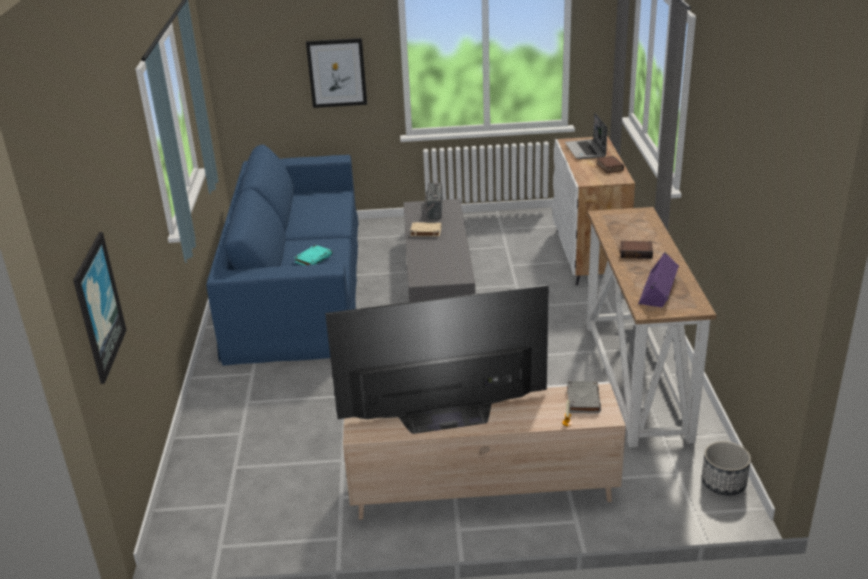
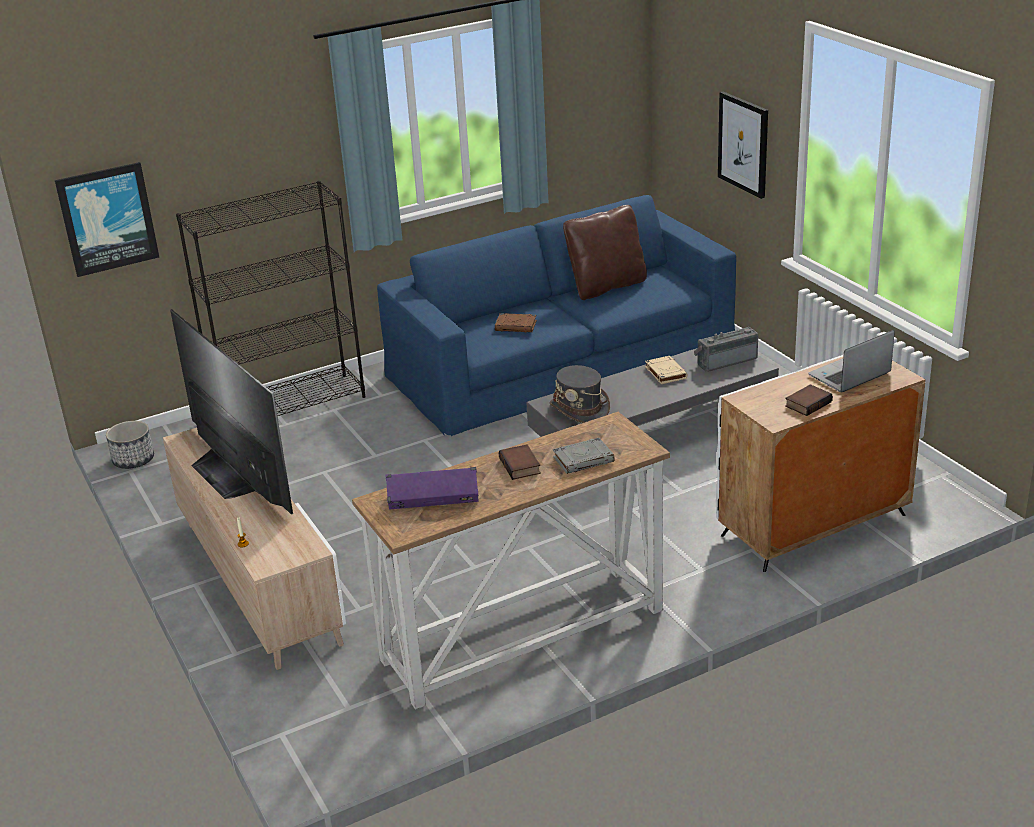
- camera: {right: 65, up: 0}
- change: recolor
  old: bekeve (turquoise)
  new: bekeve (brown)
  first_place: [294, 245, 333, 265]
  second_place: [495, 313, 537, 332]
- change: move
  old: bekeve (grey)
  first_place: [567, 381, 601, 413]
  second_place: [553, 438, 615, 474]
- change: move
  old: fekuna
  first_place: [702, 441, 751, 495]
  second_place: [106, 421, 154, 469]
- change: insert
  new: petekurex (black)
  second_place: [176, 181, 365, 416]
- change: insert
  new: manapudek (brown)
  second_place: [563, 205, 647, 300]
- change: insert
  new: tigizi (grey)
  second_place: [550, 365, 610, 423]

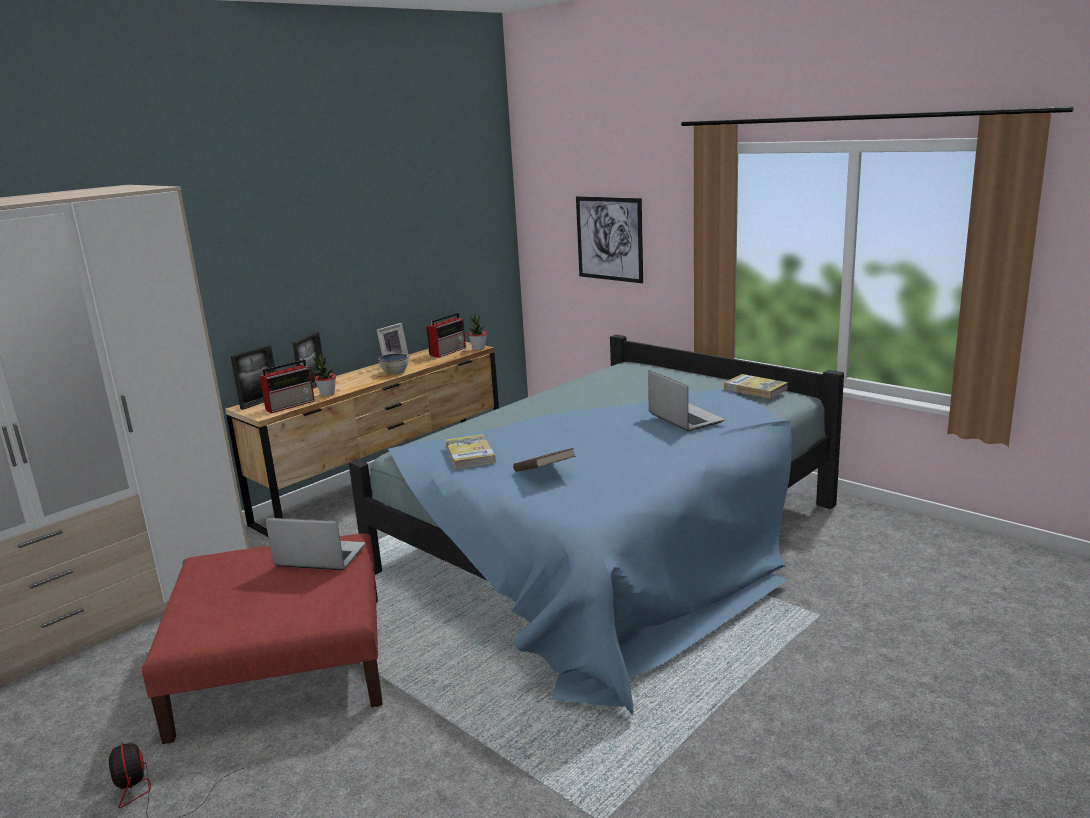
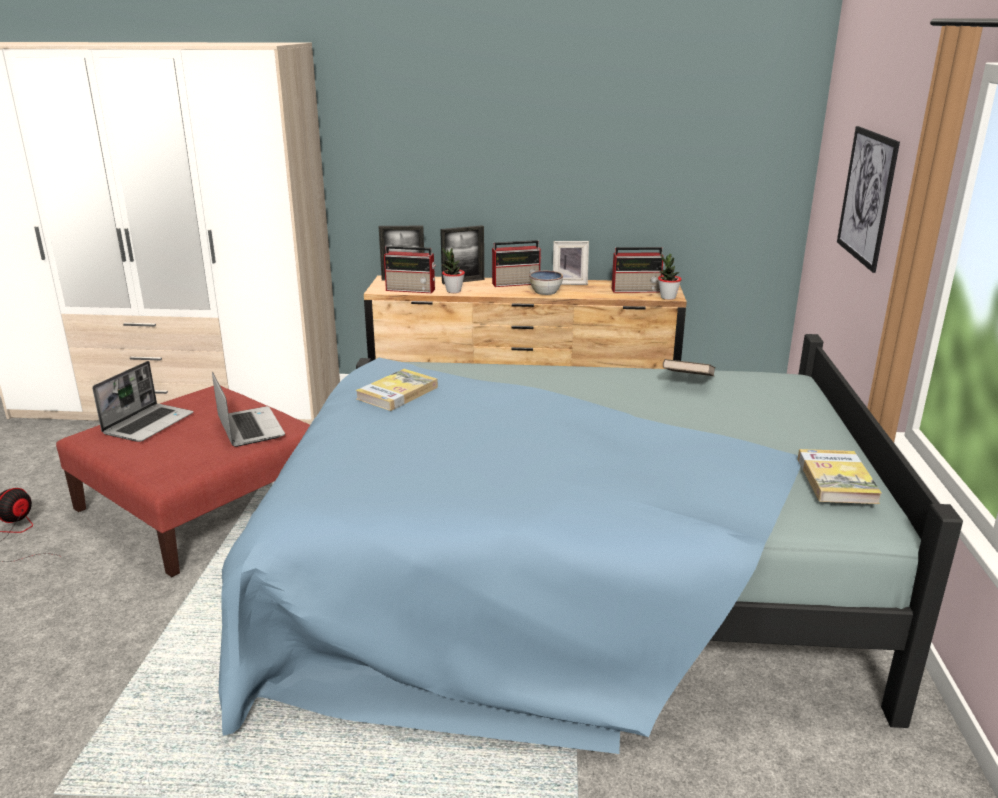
- camera: {right: 50, up: 5}
- change: move
  old: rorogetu
  first_place: [648, 370, 725, 431]
  second_place: [92, 361, 194, 442]
- change: move
  old: bekeve (brown)
  first_place: [513, 448, 576, 472]
  second_place: [663, 359, 715, 376]
- change: insert
  new: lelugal
  second_place: [492, 240, 541, 287]

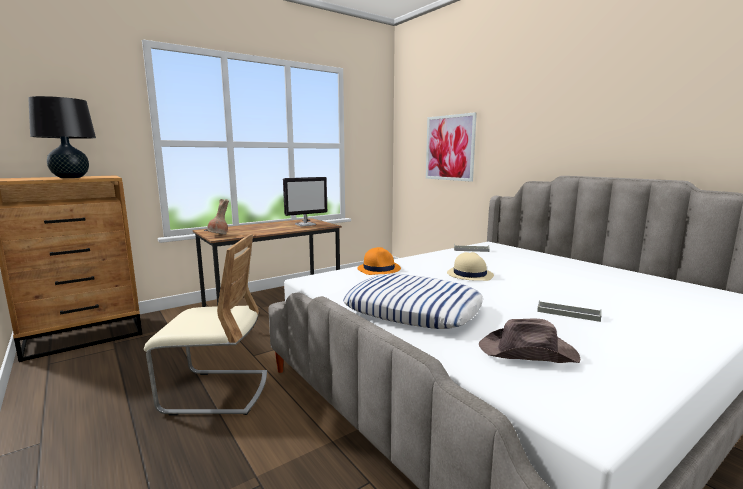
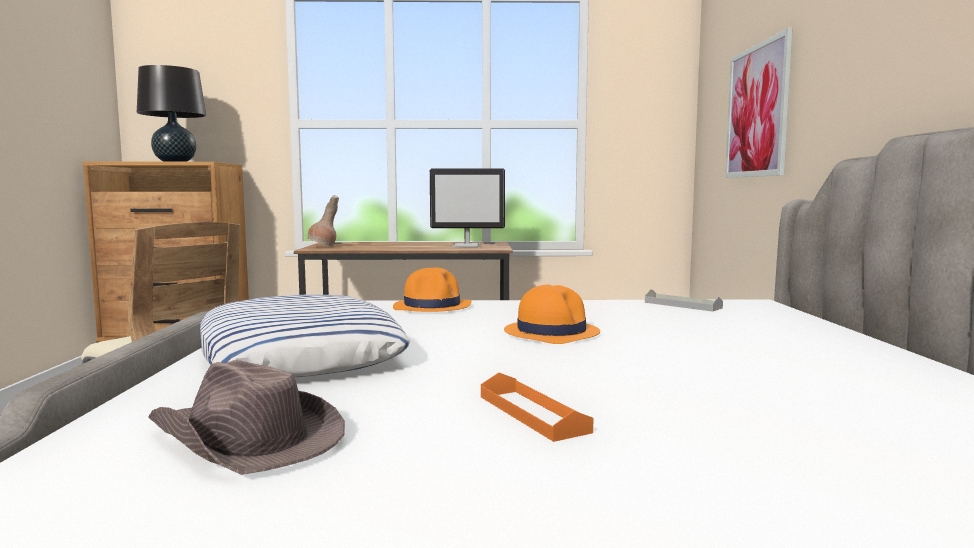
- camera: {right: 35, up: -5}
- change: recolor
  old: tigizi (beige)
  new: tigizi (orange)
  first_place: [447, 252, 494, 281]
  second_place: [504, 284, 600, 344]
- change: recolor
  old: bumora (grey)
  new: bumora (orange)
  first_place: [537, 300, 602, 322]
  second_place: [481, 372, 593, 442]

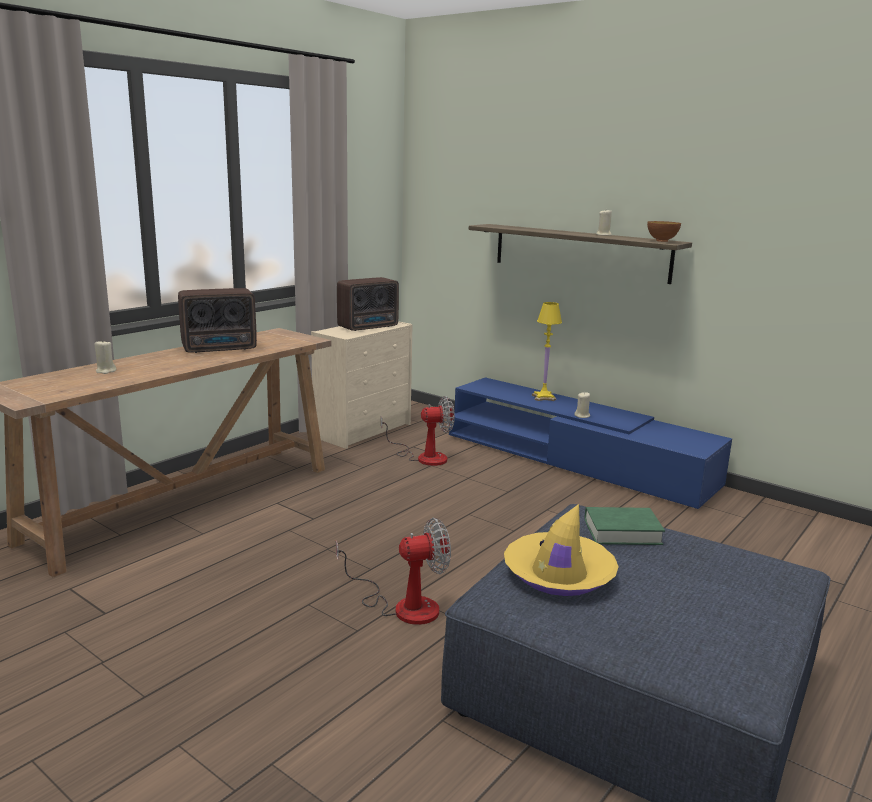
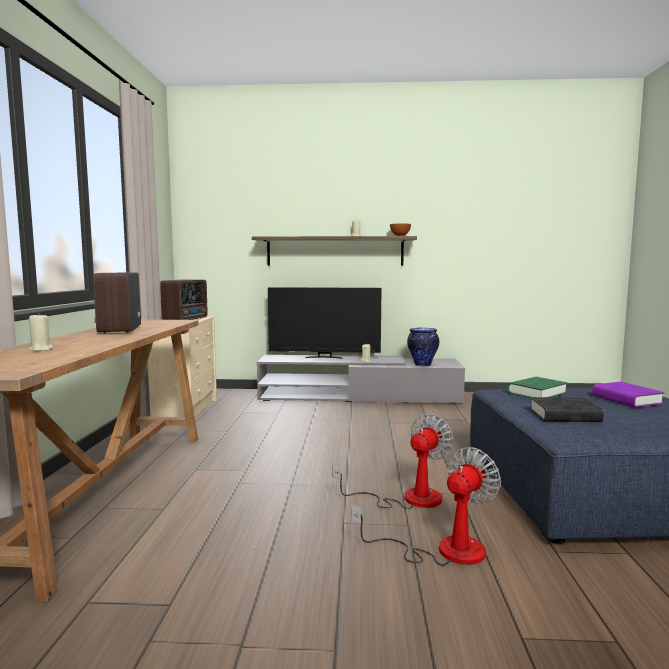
- camera: {right: -35, up: -10}
- change: rotate
  old: lelugal
  first_place: [178, 288, 257, 353]
  second_place: [93, 273, 141, 333]
  degrees: 135
- change: replace
  old: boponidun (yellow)
  new: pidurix
  first_place: [532, 302, 562, 401]
  second_place: [268, 287, 382, 359]
- change: recolor
  old: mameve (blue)
  new: mameve (grey)
  first_place: [449, 377, 732, 509]
  second_place: [257, 355, 465, 404]
- change: move
  old: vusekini
  first_place: [381, 396, 455, 466]
  second_place: [351, 447, 501, 566]
- change: replace
  old: tigizi (yellow)
  new: bekeve (black)
  first_place: [504, 504, 619, 596]
  second_place: [530, 397, 604, 422]
- change: insert
  new: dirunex
  second_place: [407, 328, 439, 366]
- change: insert
  new: bekeve (purple)
  second_place: [592, 382, 665, 408]

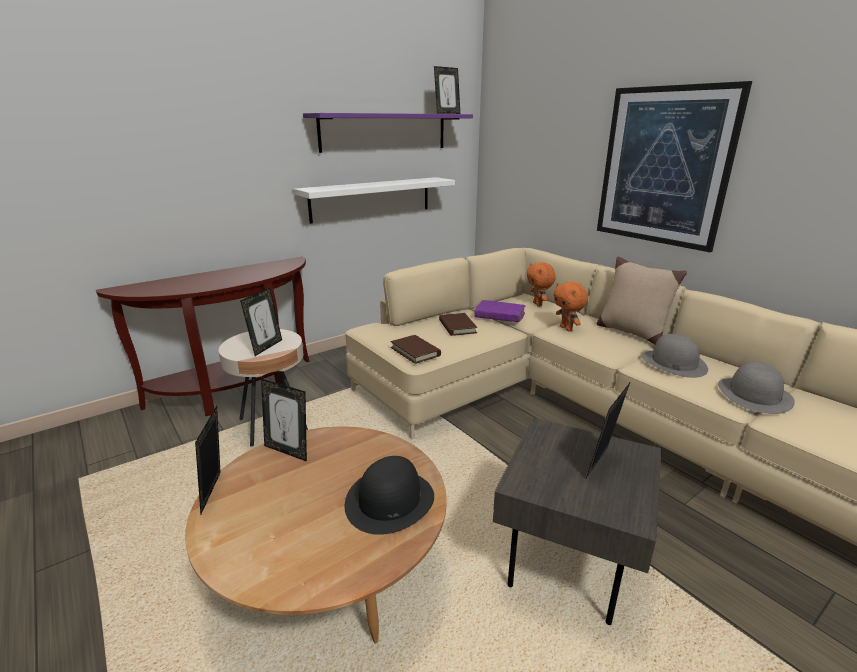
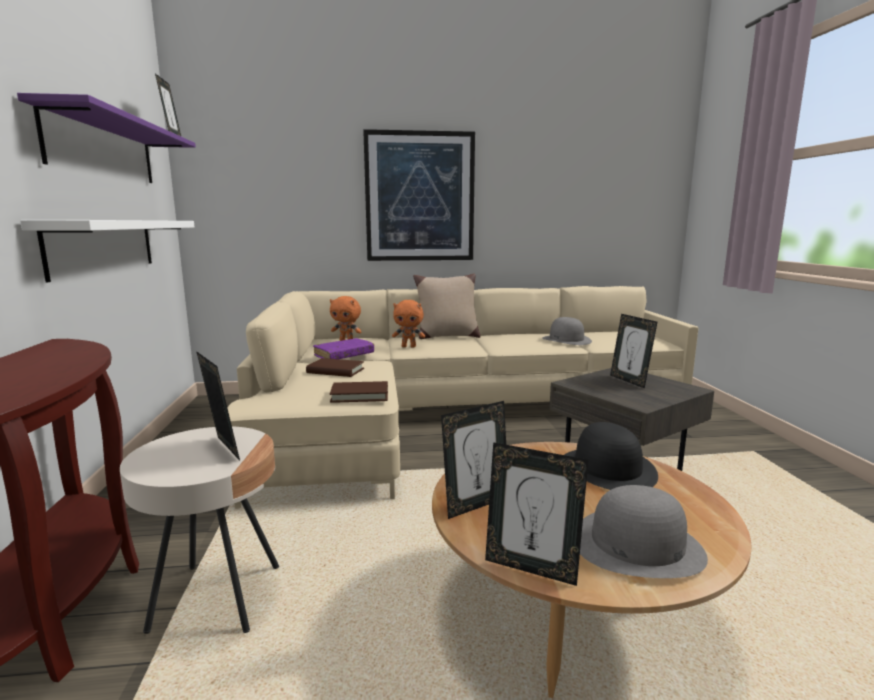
- camera: {right: -60, up: -10}
- change: move
  old: tigizi (grey)
  first_place: [642, 334, 708, 378]
  second_place: [580, 485, 708, 578]

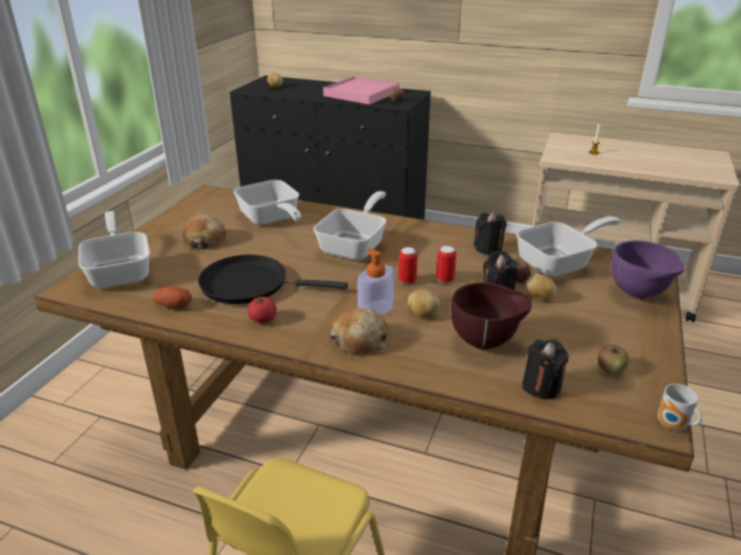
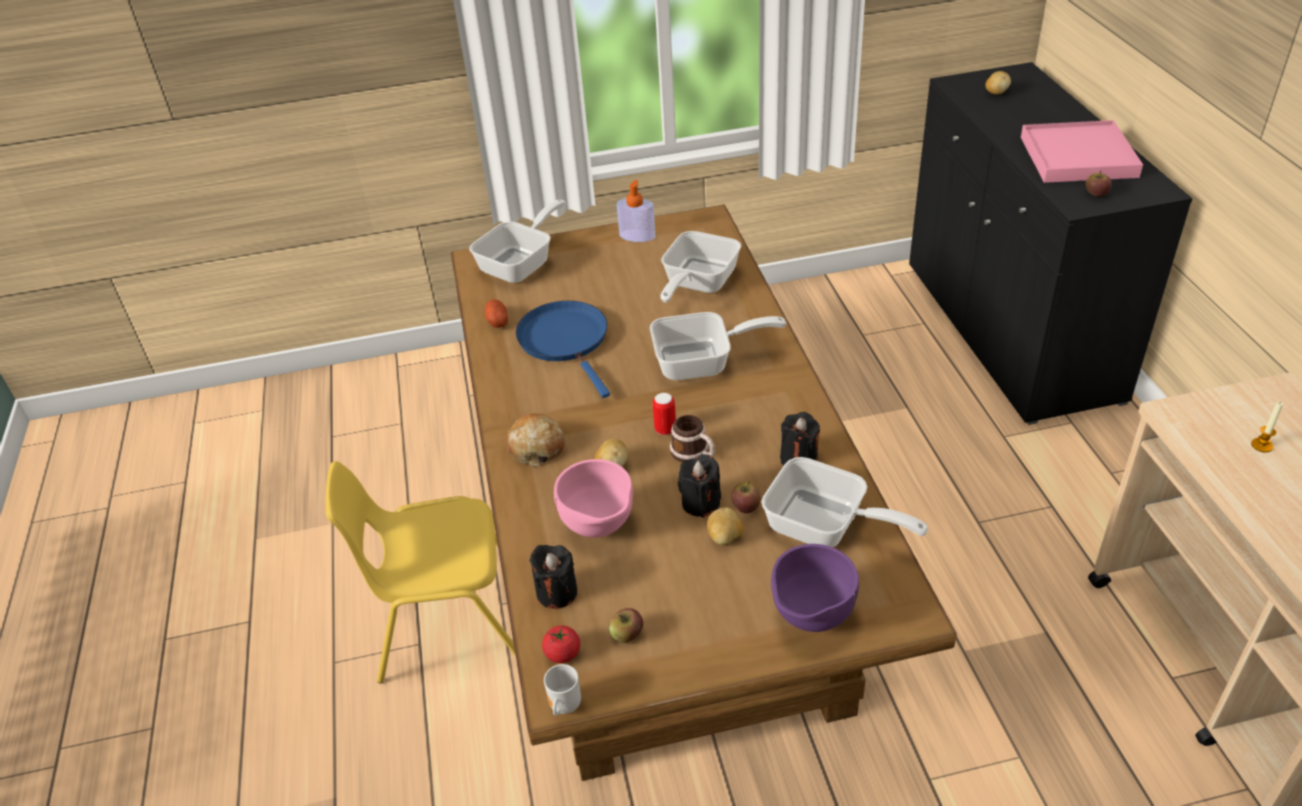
- camera: {right: 60, up: 10}
- change: delete
  old: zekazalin
  first_place: [183, 215, 226, 249]
- change: replace
  old: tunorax
  new: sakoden
  first_place: [436, 246, 456, 283]
  second_place: [670, 415, 715, 462]
- change: move
  old: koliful
  first_place: [357, 248, 394, 315]
  second_place: [617, 180, 656, 242]
- change: recolor
  old: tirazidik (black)
  new: tirazidik (blue)
  first_place: [198, 255, 348, 304]
  second_place: [516, 301, 610, 398]
- change: recolor
  old: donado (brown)
  new: donado (pink)
  first_place: [451, 282, 532, 350]
  second_place: [554, 459, 633, 538]
- change: move
  old: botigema
  first_place: [248, 297, 277, 323]
  second_place: [542, 626, 580, 663]

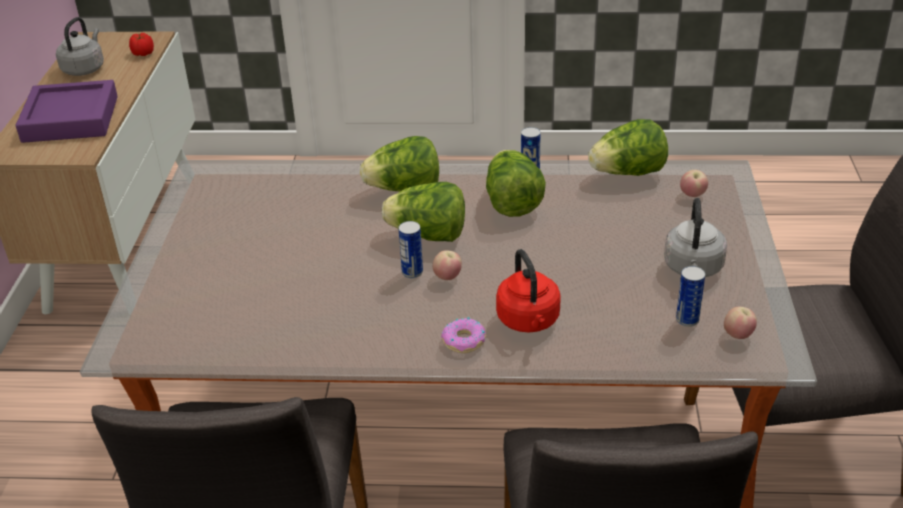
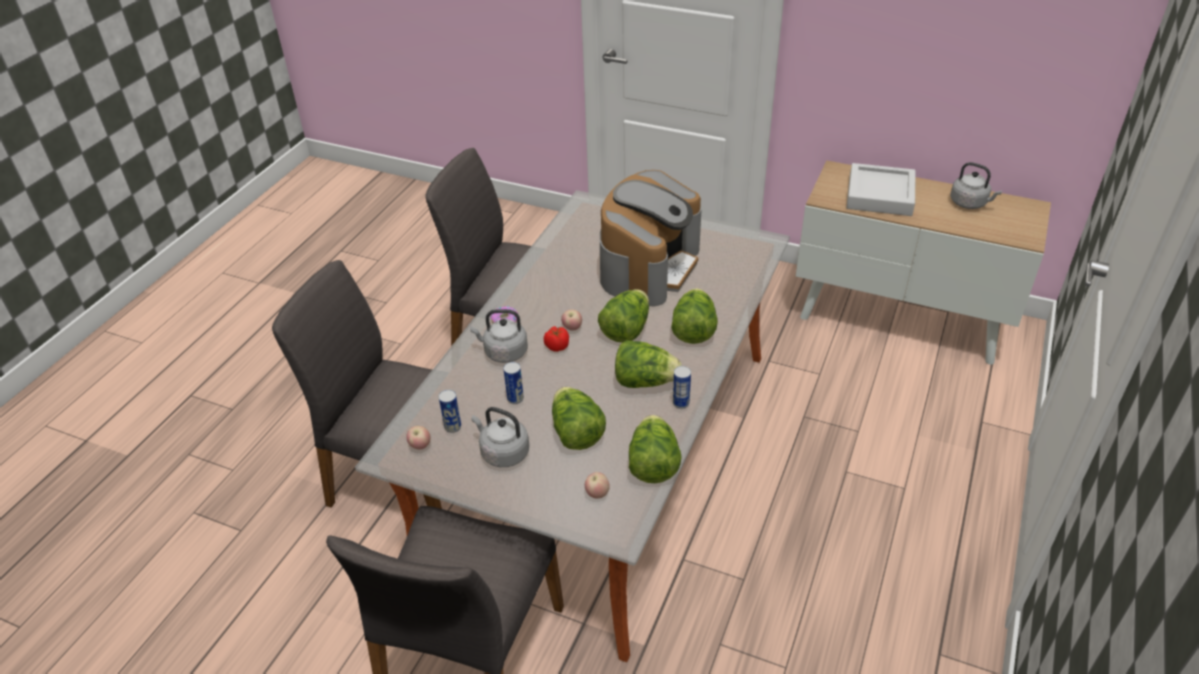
- camera: {right: 110, up: 5}
- change: move
  old: botigema
  first_place: [129, 33, 154, 56]
  second_place: [544, 326, 569, 352]
- change: recolor
  old: bumora (purple)
  new: bumora (grey)
  first_place: [16, 80, 118, 143]
  second_place: [846, 163, 916, 216]
- change: move
  old: tunorax
  first_place: [398, 221, 423, 278]
  second_place: [503, 362, 524, 404]
- change: recolor
  old: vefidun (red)
  new: vefidun (grey)
  first_place: [496, 249, 561, 332]
  second_place: [470, 309, 528, 363]
- change: insert
  new: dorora
  second_place: [600, 170, 702, 306]
- change: insert
  new: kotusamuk
  second_place: [552, 387, 606, 450]

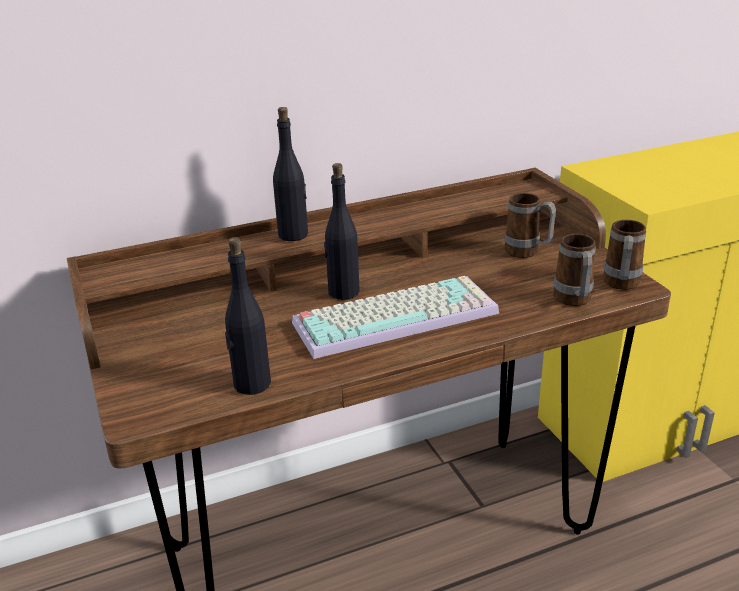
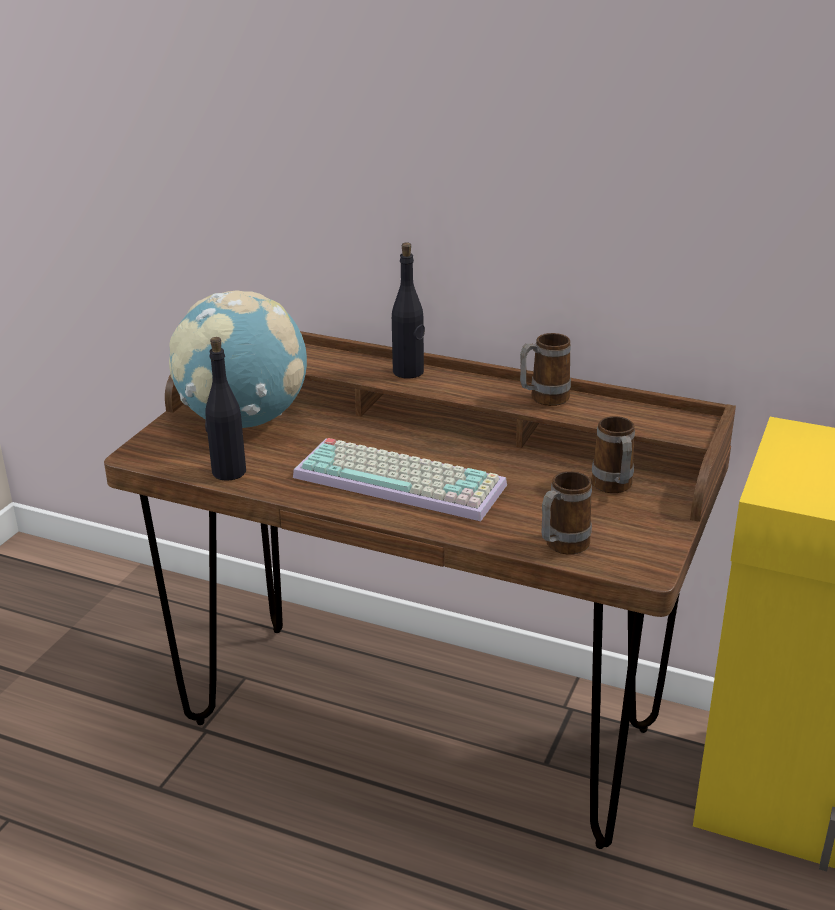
- camera: {right: 45, up: 0}
- change: delete
  old: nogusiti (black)
  first_place: [324, 163, 360, 300]
- change: move
  old: sakoden
  first_place: [603, 220, 646, 290]
  second_place: [520, 333, 571, 406]
- change: insert
  new: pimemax
  second_place: [169, 290, 307, 428]

